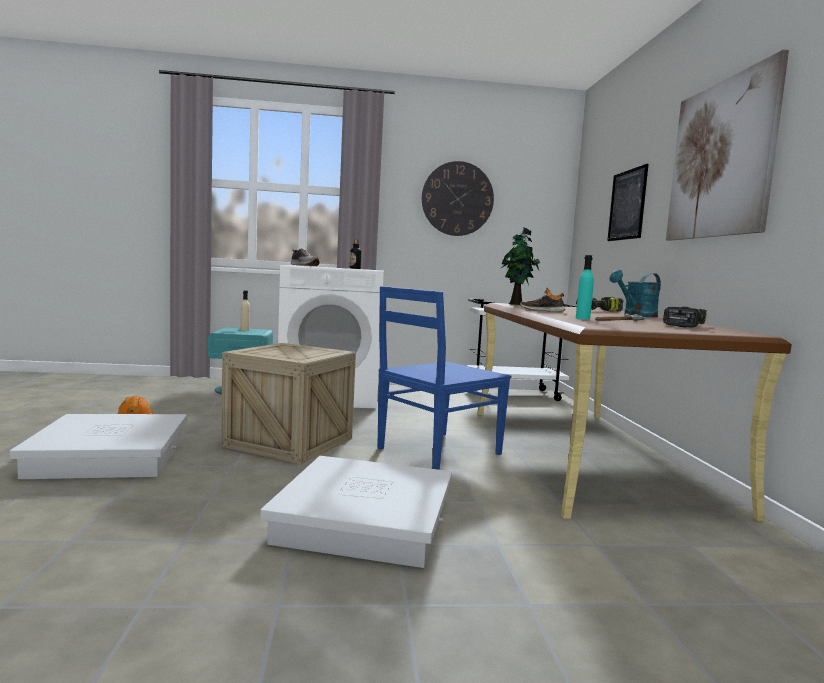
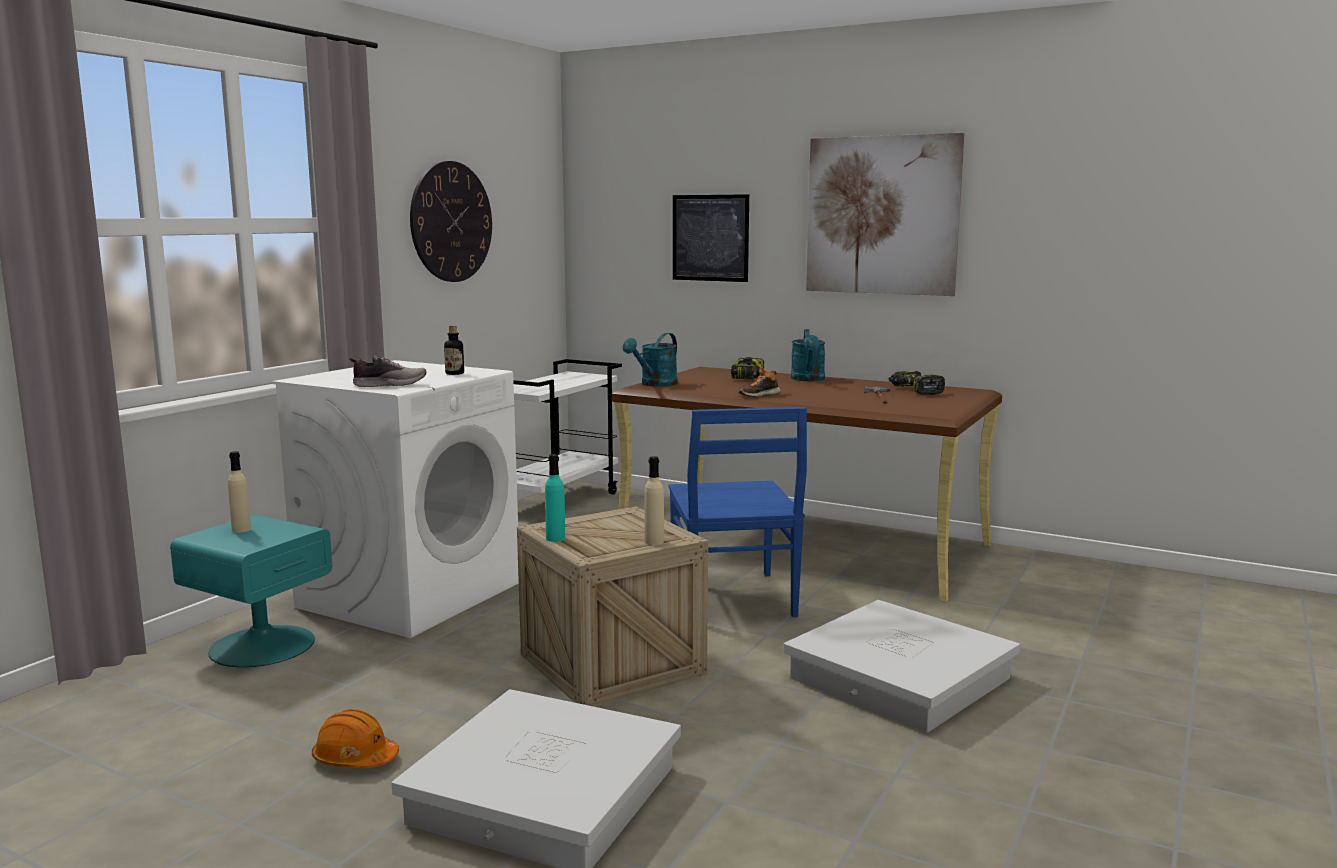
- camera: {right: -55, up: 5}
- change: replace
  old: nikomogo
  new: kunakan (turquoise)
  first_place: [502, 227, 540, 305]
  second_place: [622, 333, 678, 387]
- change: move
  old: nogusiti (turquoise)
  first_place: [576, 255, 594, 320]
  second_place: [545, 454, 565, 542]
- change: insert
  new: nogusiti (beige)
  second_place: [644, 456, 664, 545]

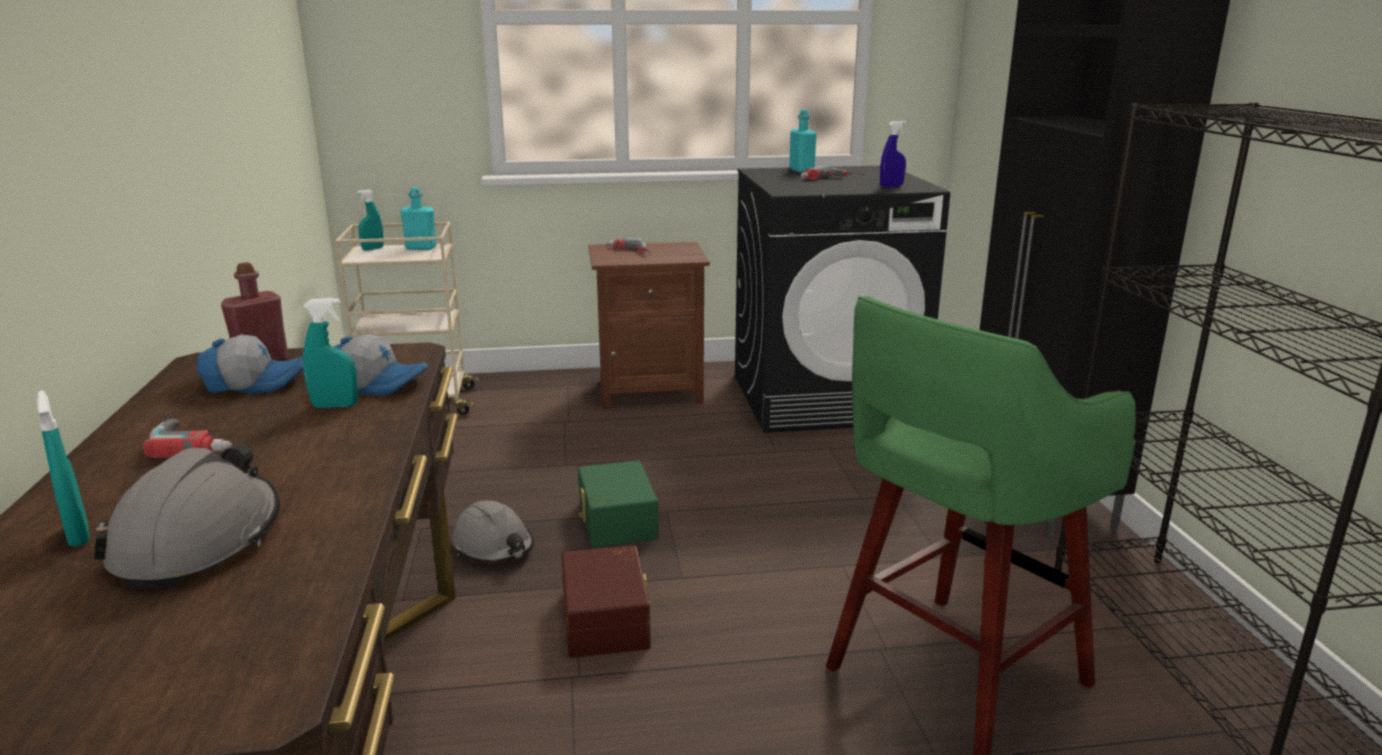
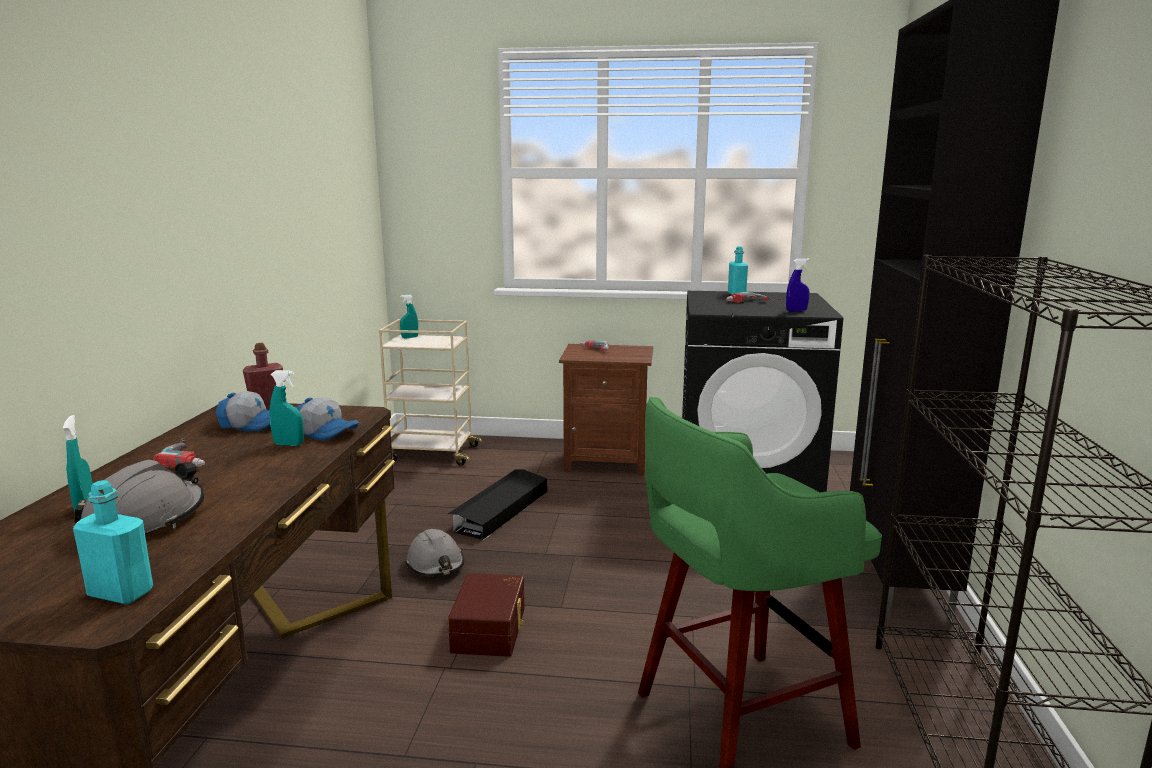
- camera: {right: 15, up: -5}
- change: move
  old: nogusiti (turquoise)
  first_place: [400, 187, 436, 250]
  second_place: [73, 480, 153, 604]
- change: delete
  old: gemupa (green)
  first_place: [578, 460, 659, 547]
- change: insert
  new: gemupa (black)
  second_place: [448, 469, 547, 540]

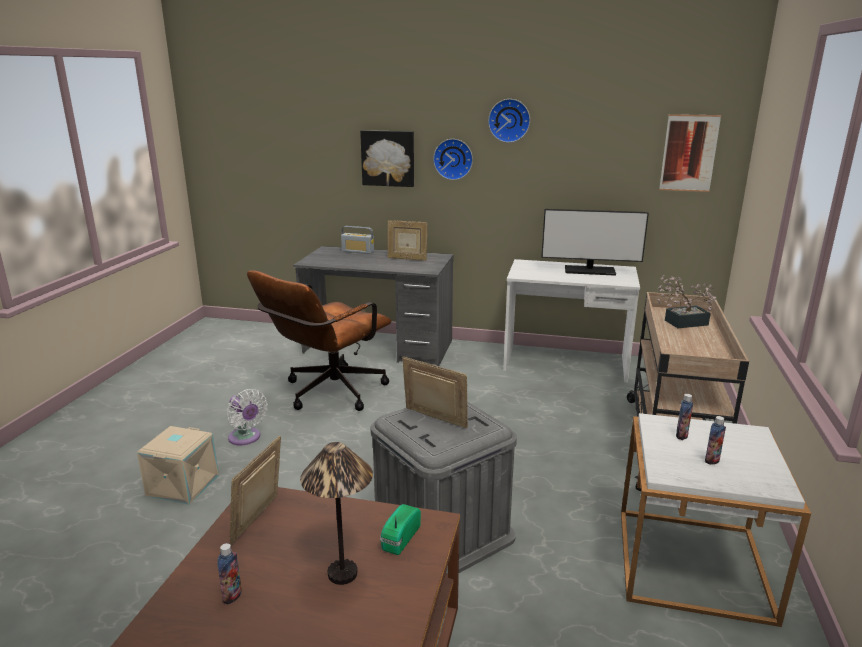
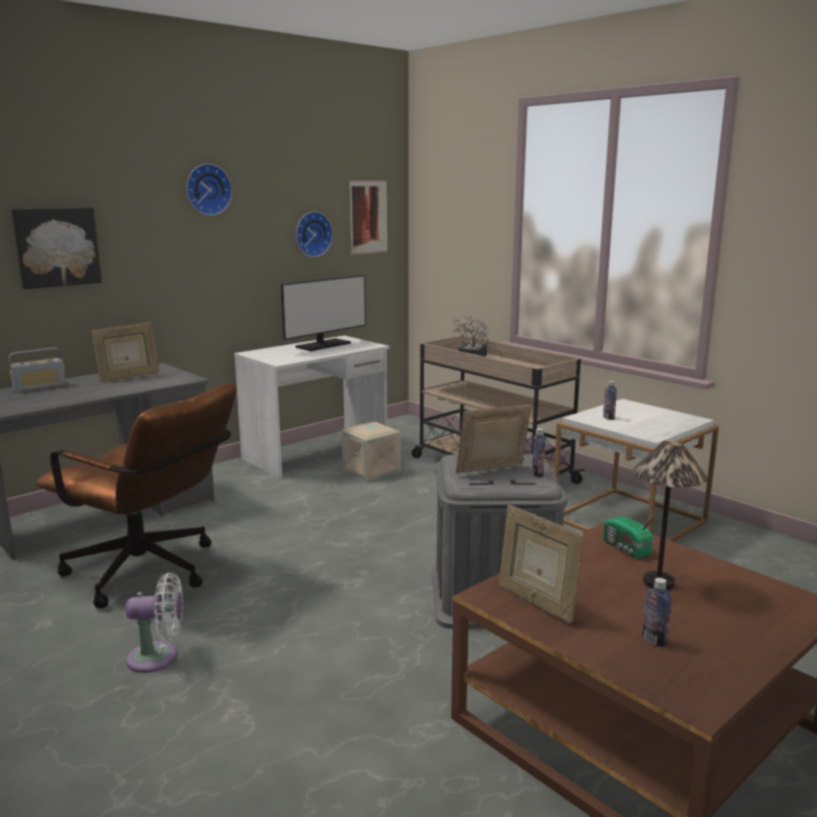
- camera: {right: -55, up: -5}
- change: move
  old: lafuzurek
  first_place: [433, 139, 473, 180]
  second_place: [296, 212, 333, 257]
- change: rotate
  old: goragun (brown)
  first_place: [247, 270, 391, 411]
  second_place: [36, 383, 237, 608]
  degrees: -45
- change: move
  old: nogusiti
  first_place: [705, 416, 726, 465]
  second_place: [532, 428, 546, 477]
- change: move
  old: gemupa (beige)
  first_place: [137, 426, 219, 505]
  second_place: [342, 421, 401, 481]

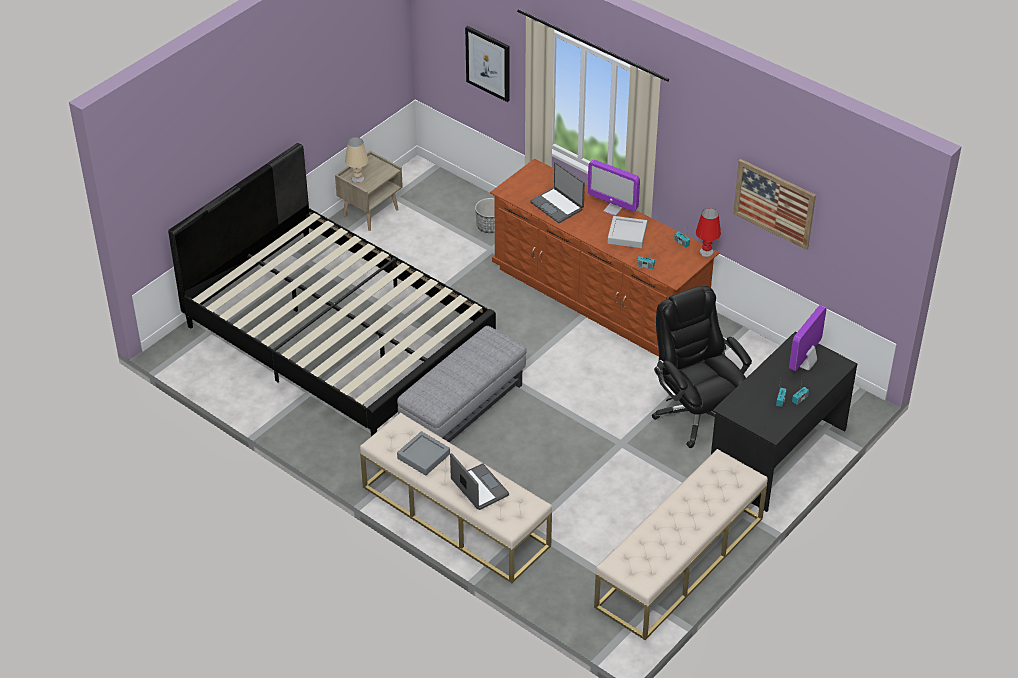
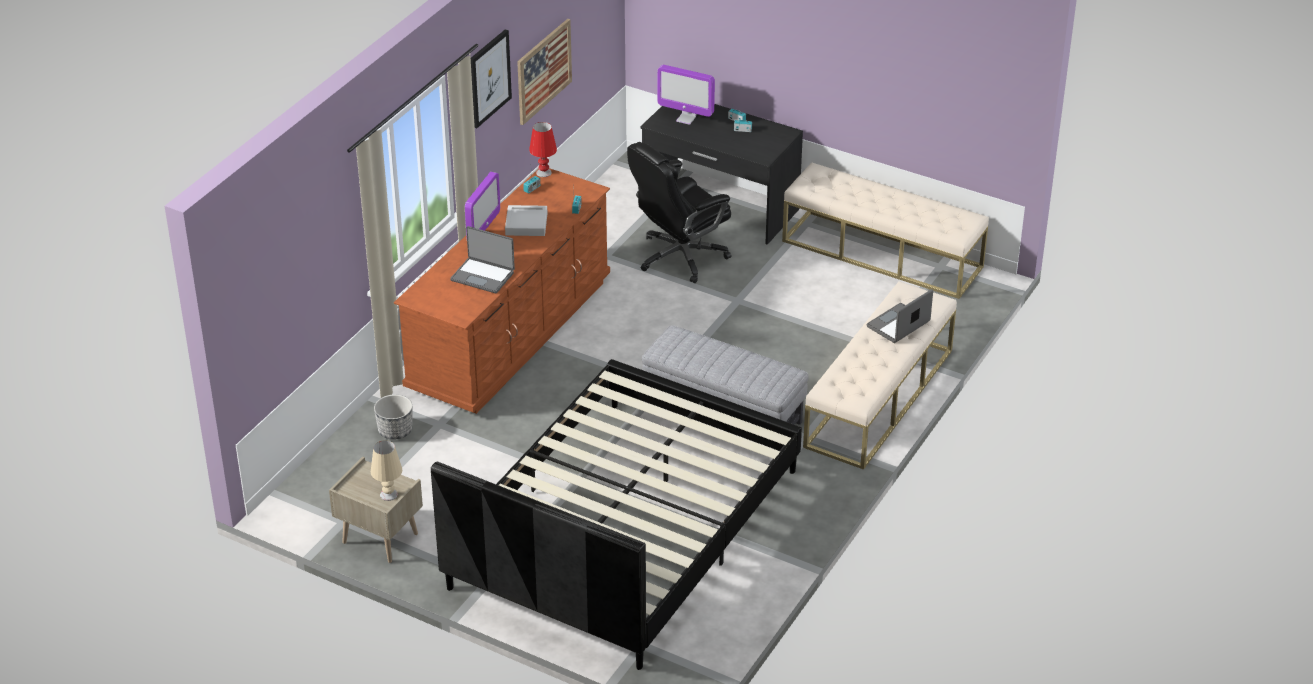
- camera: {right: -100, up: -5}
- change: move
  old: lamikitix
  first_place: [465, 26, 510, 102]
  second_place: [471, 29, 512, 128]
- change: rotate
  old: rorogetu
  first_place: [530, 162, 585, 223]
  second_place: [450, 226, 515, 293]
  degrees: 75
- change: delete
  old: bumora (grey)
  first_place: [397, 431, 450, 476]

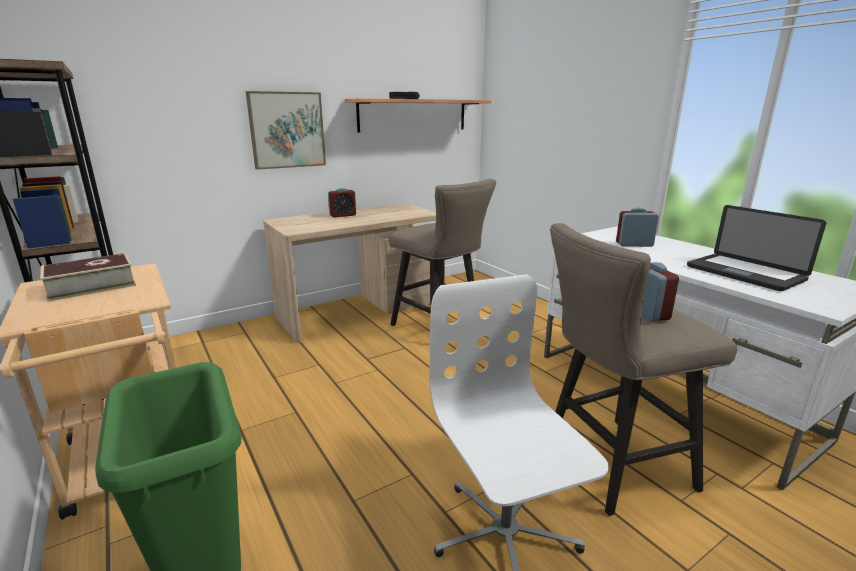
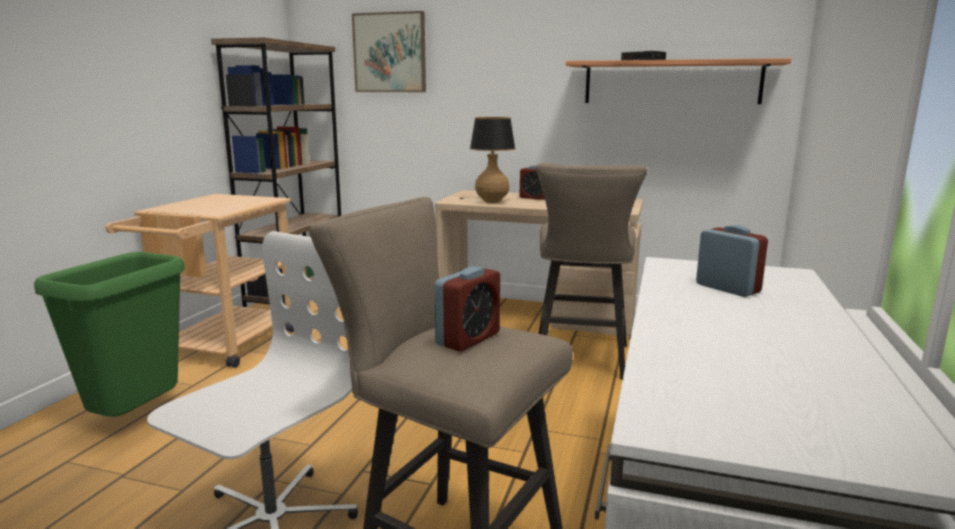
- camera: {right: 50, up: -5}
- change: move
  old: lamikitix
  first_place: [246, 91, 326, 170]
  second_place: [352, 11, 426, 92]
- change: delete
  old: rorogetu
  first_place: [687, 205, 826, 291]
- change: delete
  old: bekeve
  first_place: [40, 253, 136, 302]
- change: insert
  new: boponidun
  second_place: [459, 117, 516, 203]

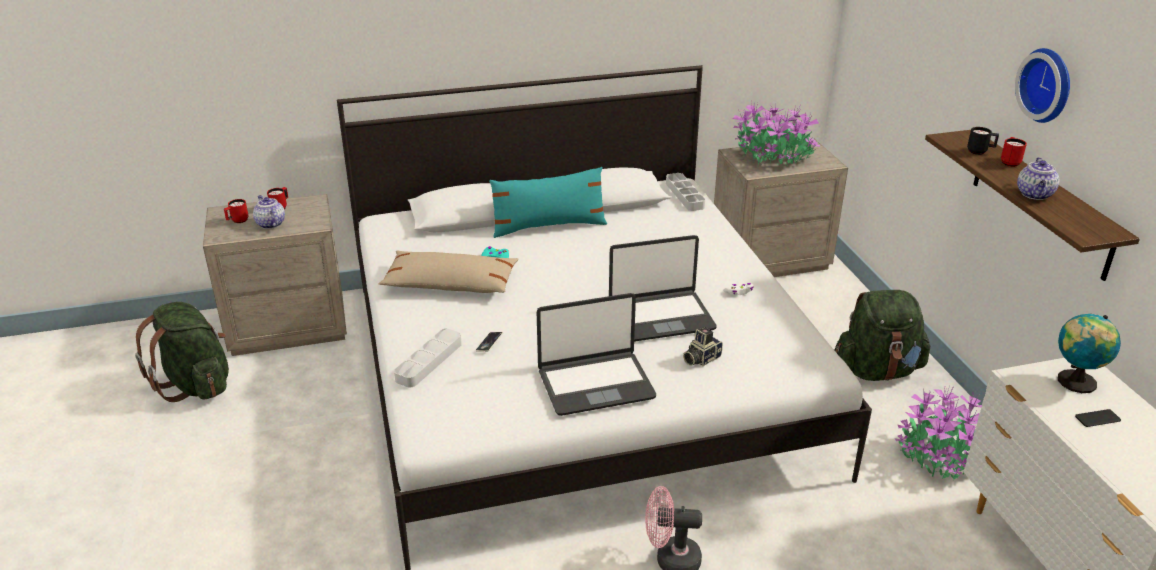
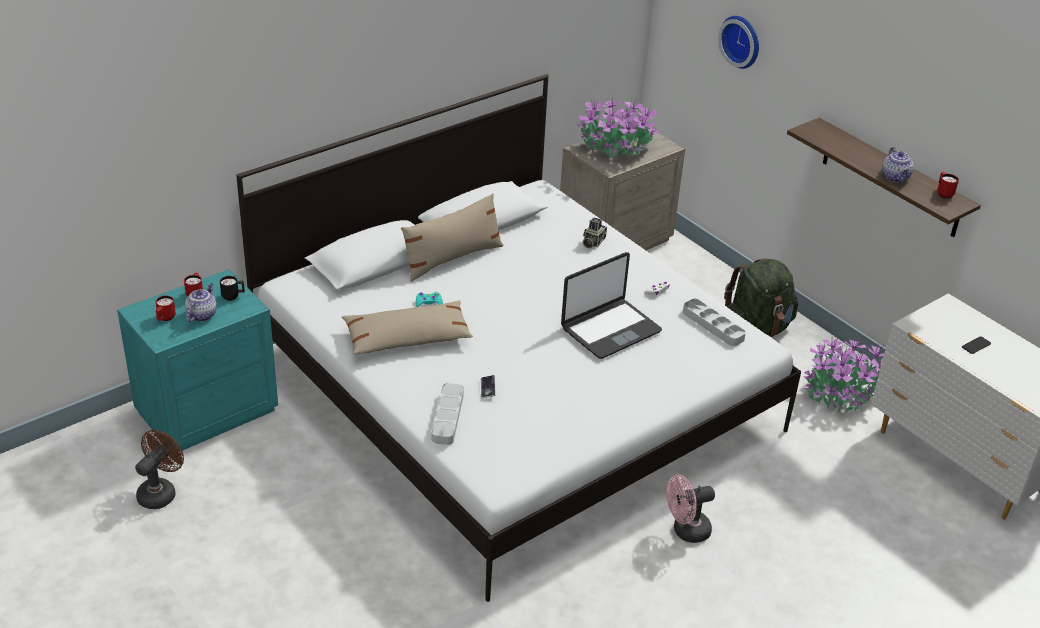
- camera: {right: -25, up: 5}
- change: move
  old: lafuzurek
  first_place: [1015, 48, 1070, 123]
  second_place: [718, 16, 759, 69]
- change: move
  old: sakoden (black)
  first_place: [967, 127, 999, 155]
  second_place: [220, 276, 245, 301]
- change: move
  old: sakoden (red)
  first_place: [1001, 137, 1027, 167]
  second_place: [937, 172, 959, 199]
- change: recolor
  old: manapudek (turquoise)
  new: manapudek (beige)
  first_place: [489, 167, 607, 238]
  second_place: [401, 193, 504, 282]
- change: move
  old: bumora (grey)
  first_place: [666, 173, 705, 211]
  second_place: [683, 299, 746, 346]
- change: recolor
  old: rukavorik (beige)
  new: rukavorik (turquoise)
  first_place: [203, 194, 347, 356]
  second_place: [117, 269, 278, 451]
- change: rotate
  old: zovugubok
  first_place: [253, 195, 285, 229]
  second_place: [185, 283, 217, 322]
  degrees: 75
- change: delete
  old: rorogetu
  first_place: [537, 293, 656, 416]
- change: replace
  old: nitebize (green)
  new: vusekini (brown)
  first_place: [135, 302, 229, 402]
  second_place: [135, 430, 184, 509]
- change: delete
  old: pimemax
  first_place: [1058, 314, 1121, 393]
- change: move
  old: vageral
  first_place: [683, 327, 723, 366]
  second_place: [583, 218, 607, 249]

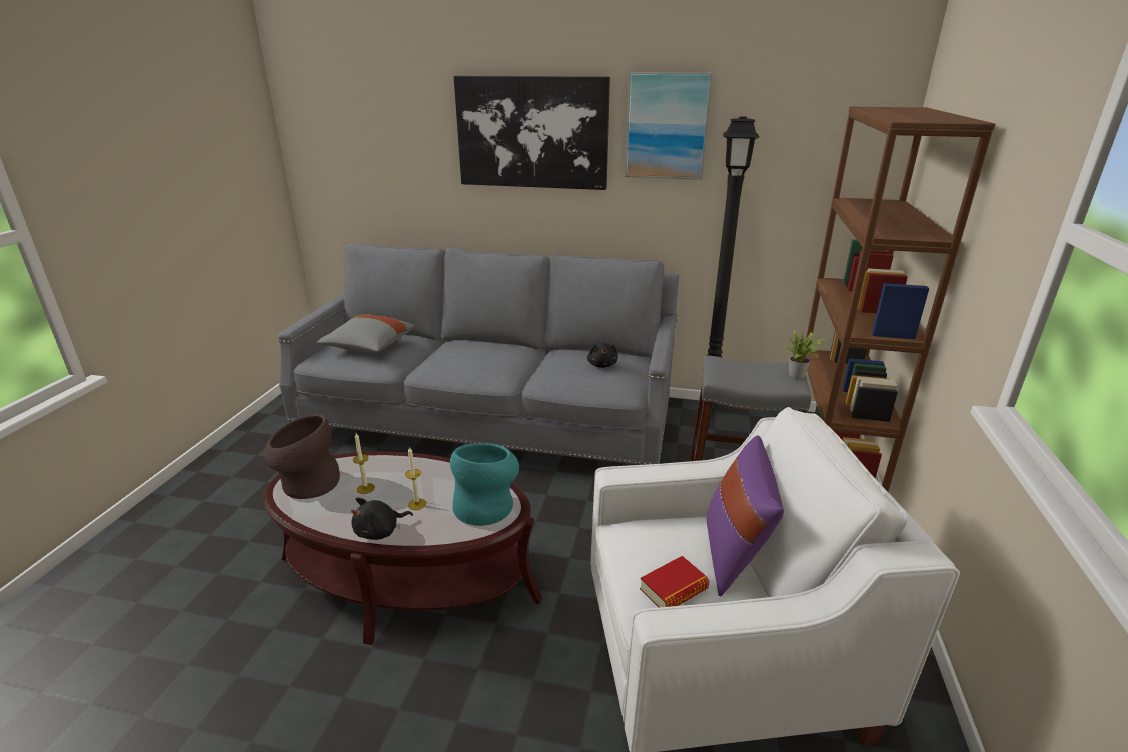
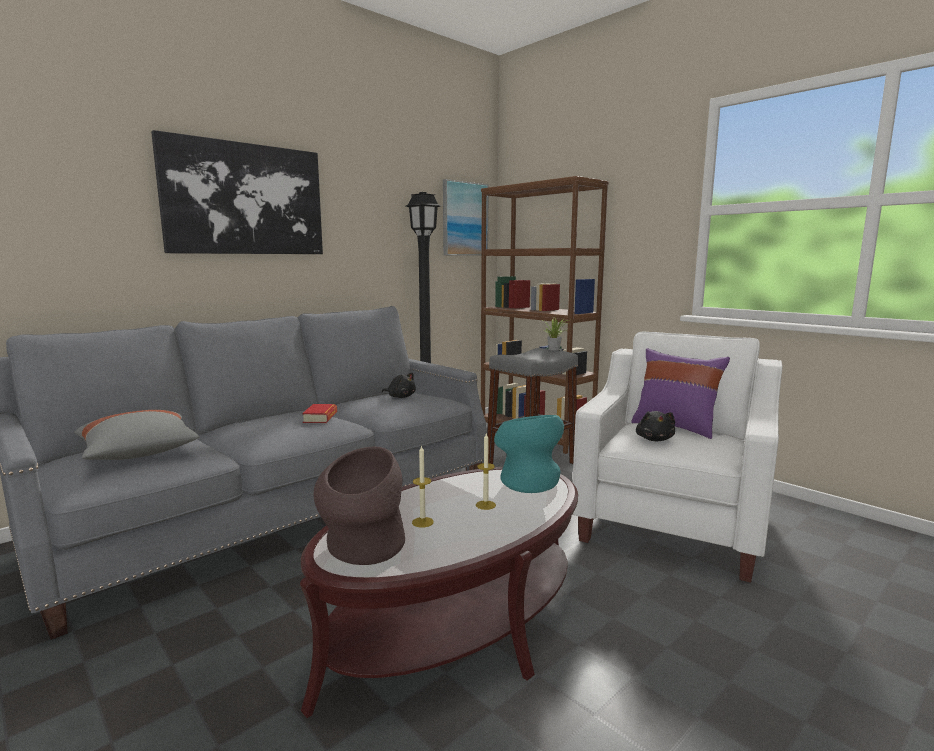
- camera: {right: -55, up: -15}
- change: move
  old: lamikitix
  first_place: [625, 72, 712, 180]
  second_place: [443, 179, 489, 256]
- change: move
  old: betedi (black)
  first_place: [351, 498, 413, 540]
  second_place: [636, 411, 675, 441]
- change: move
  old: bekeve
  first_place: [640, 556, 709, 607]
  second_place: [302, 404, 337, 423]

